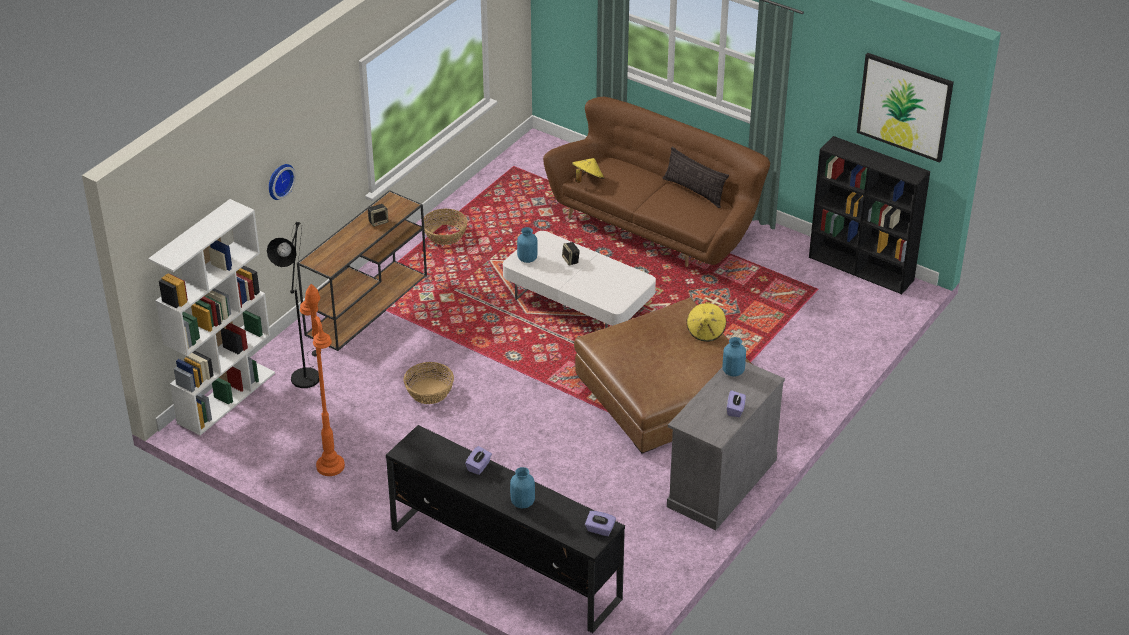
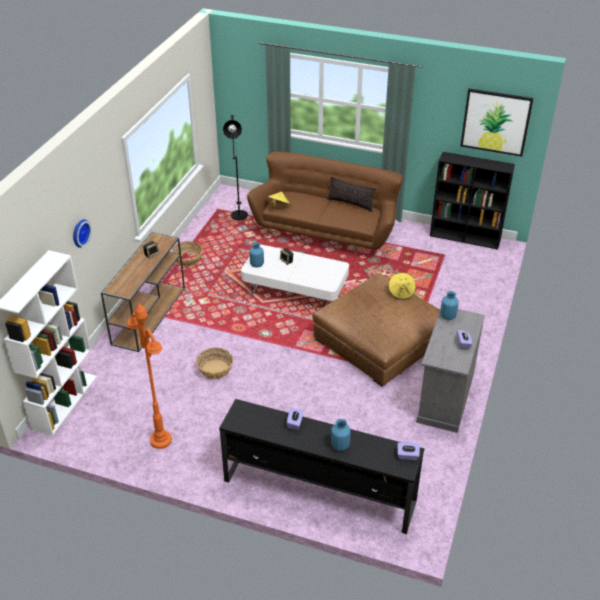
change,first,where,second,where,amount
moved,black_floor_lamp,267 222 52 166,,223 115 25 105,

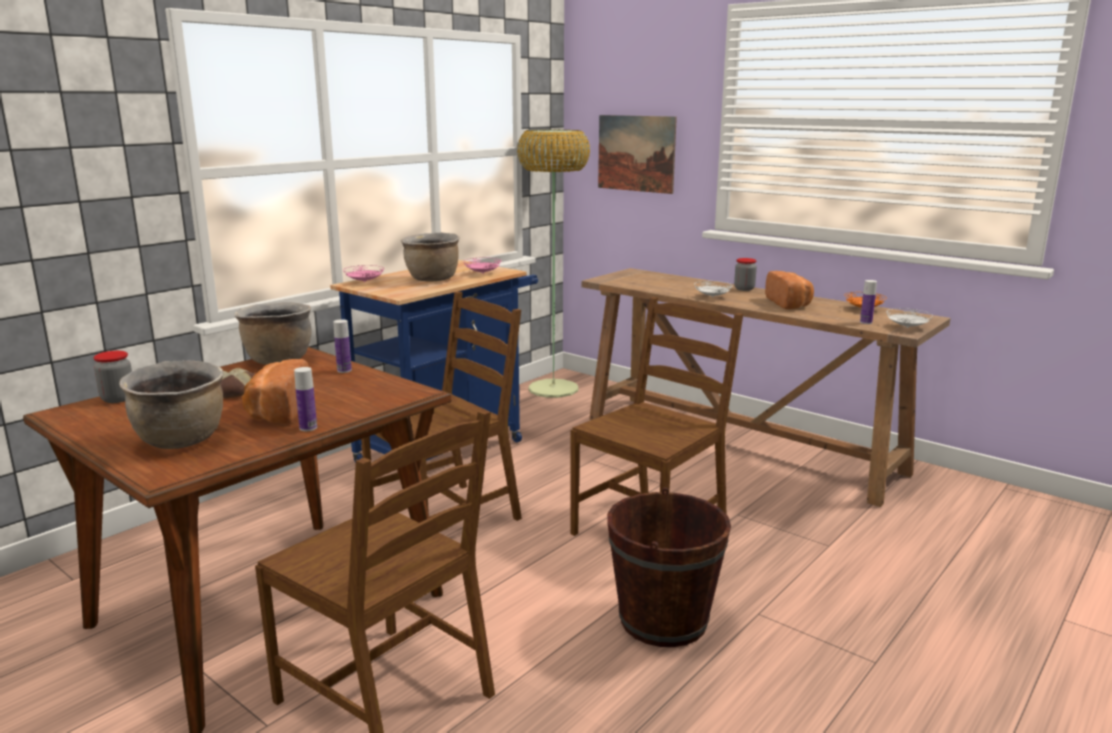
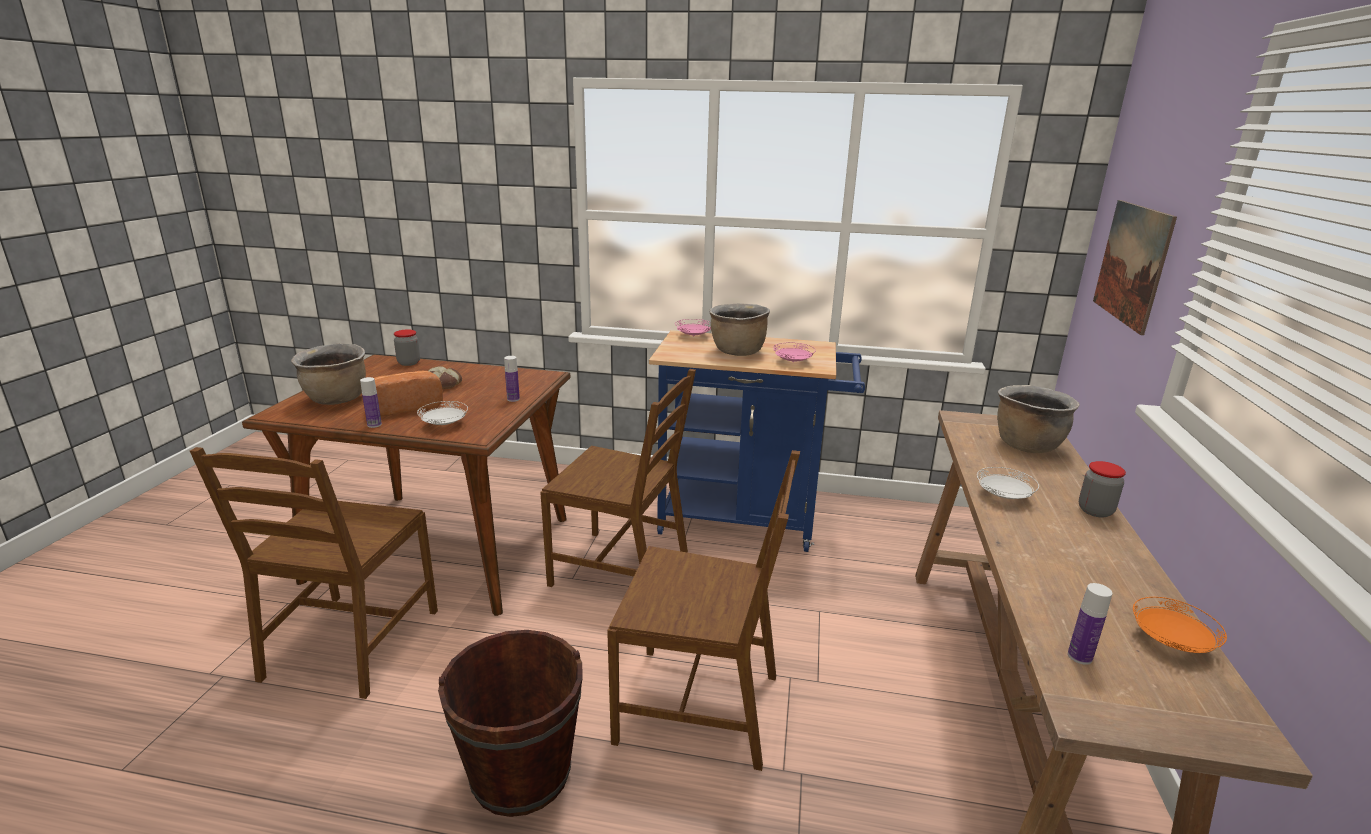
change,first,where,second,where,amount
removed,floor_lamp,517 129 73 269,,,
removed,bread,765 271 49 38,,,
moved,brown-coloured_stockpot,234 302 77 63,,997 385 83 68,
moved,white_plate,886 308 47 20,,417 401 51 24,

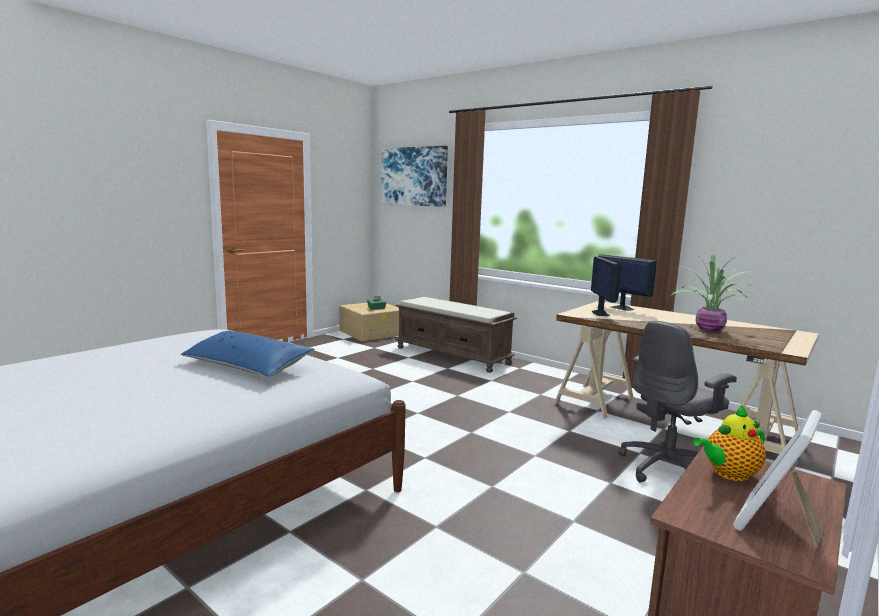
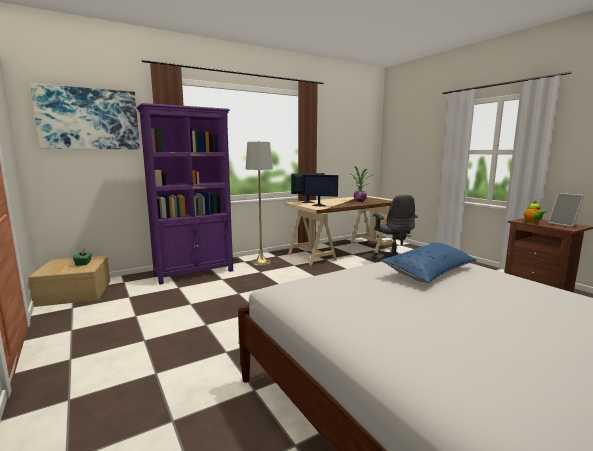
change,first,where,second,where,amount
added,,,grey_floor_lamp,246 141 27 125,
replaced,brown-coloured_bench,395 296 122 77,purplish_bookcase,137 103 96 182,

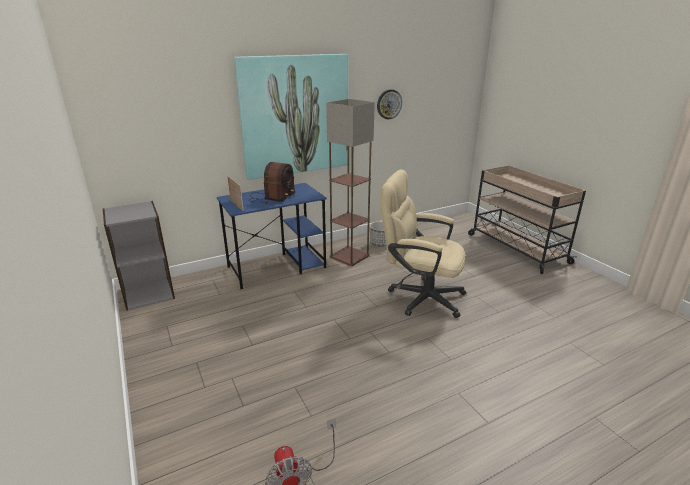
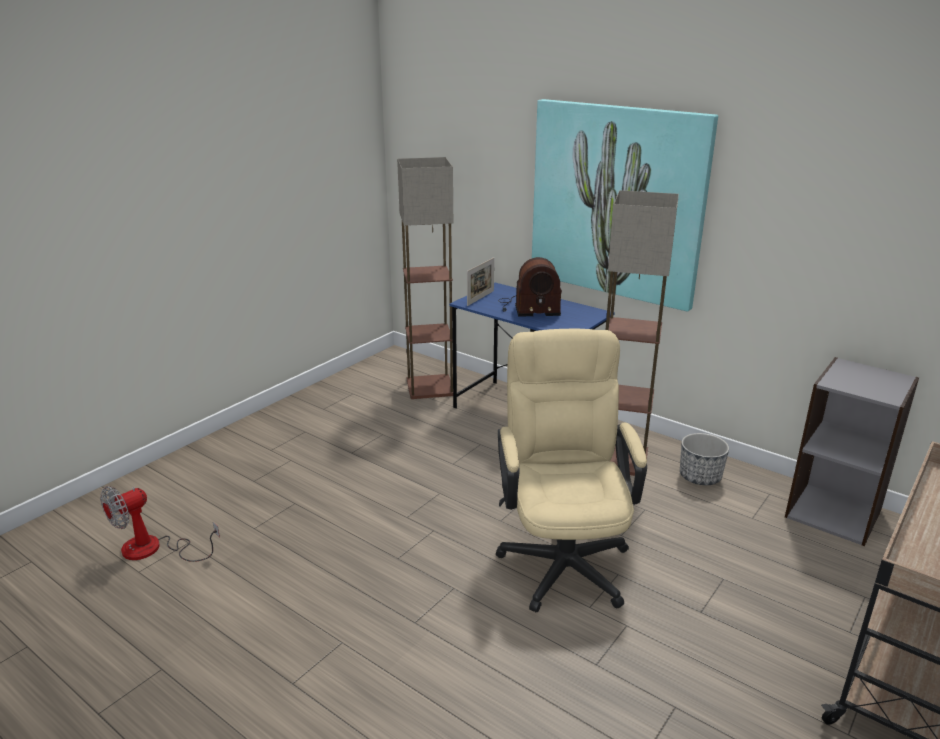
change,first,where,second,where,amount
removed,hanging_clock,377 89 25 30,,,
added,,,floor_lamp,397 157 56 242,
moved,grey_bookcase,103 201 72 110,,785 357 134 189,

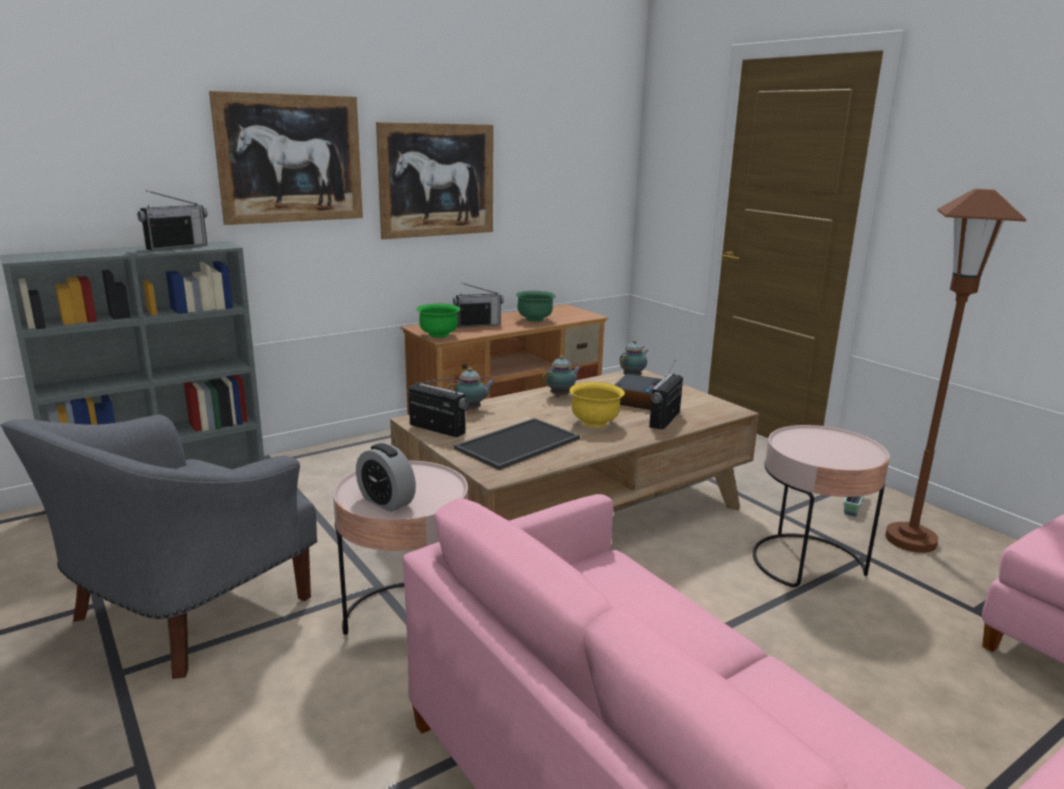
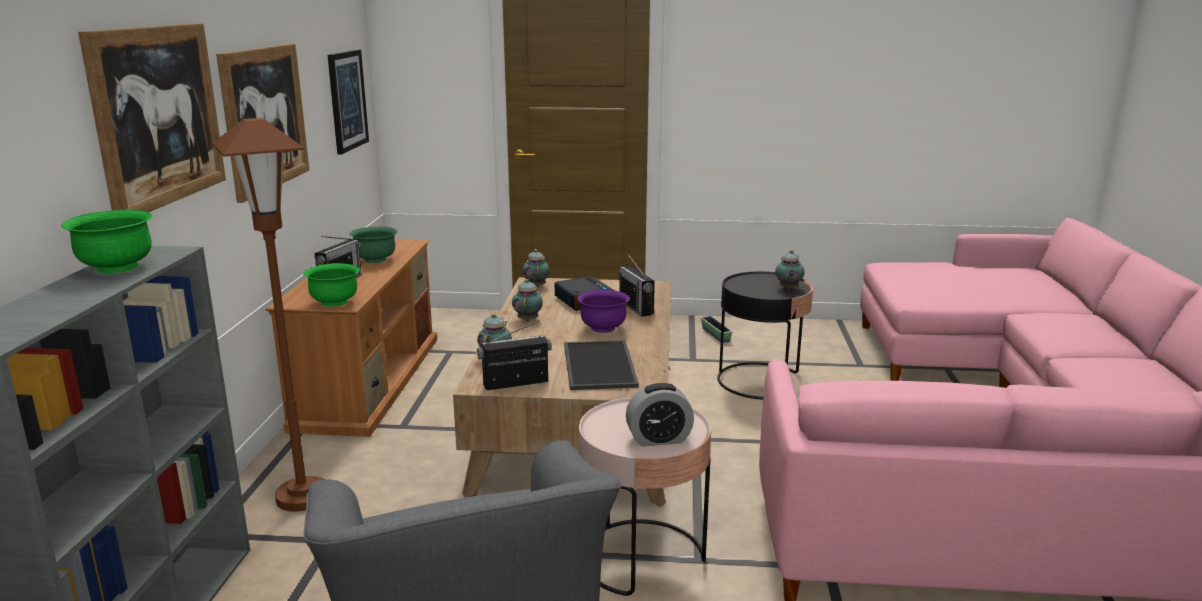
change,first,where,second,where,amount
added,,,picture,328 50 41 105,
added,,,tea_pot,775 250 30 40,
moved,brown-coloured_floor_lamp,885 189 141 364,,212 118 113 394,
replaced,radio,137 190 71 60,green_deep_dish,61 210 91 64,
recoloured,yellow_deep_dish,569 382 56 45,purplish_deep_dish,577 289 53 44,
recoloured,pink_accent_table,753 425 137 162,black_accent_table,717 271 96 129,

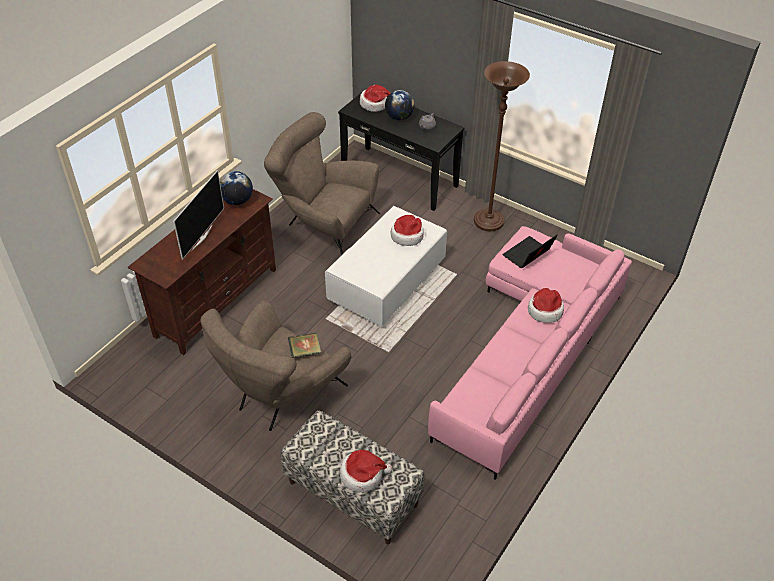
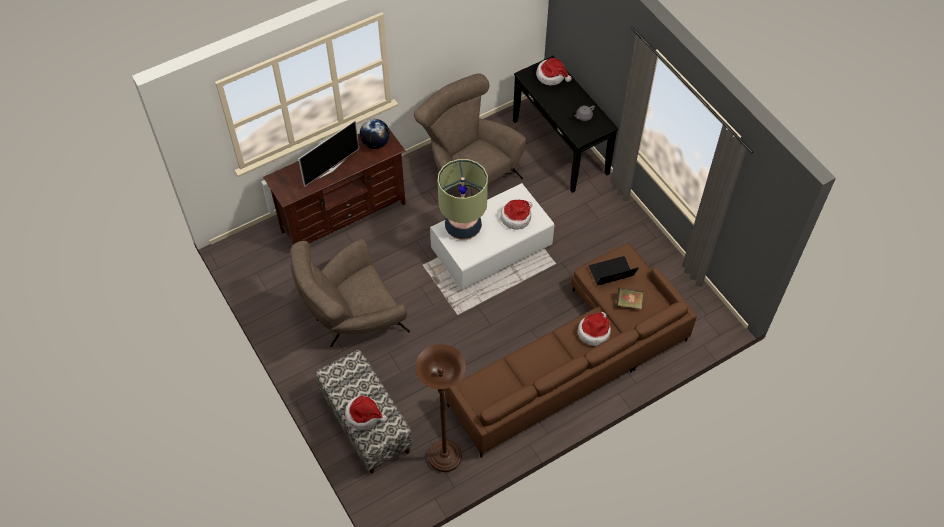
change,first,where,second,where,amount
removed,desk_globe,385 90 30 30,,,
added,,,table_lamp,438 159 50 81,
moved,bound_book,288 333 33 25,,616 288 28 21,
moved,brown-coloured_floor_lamp,474 61 56 170,,415 344 51 128,
recoloured,pink_settee,428 226 204 254,brown-coloured_settee,445 243 252 215,

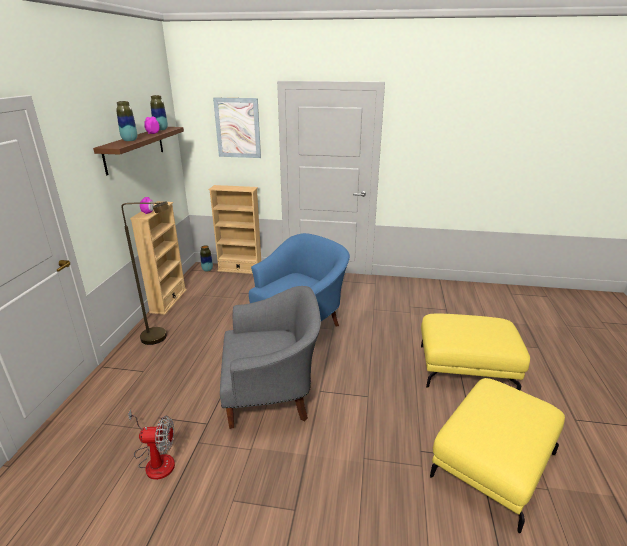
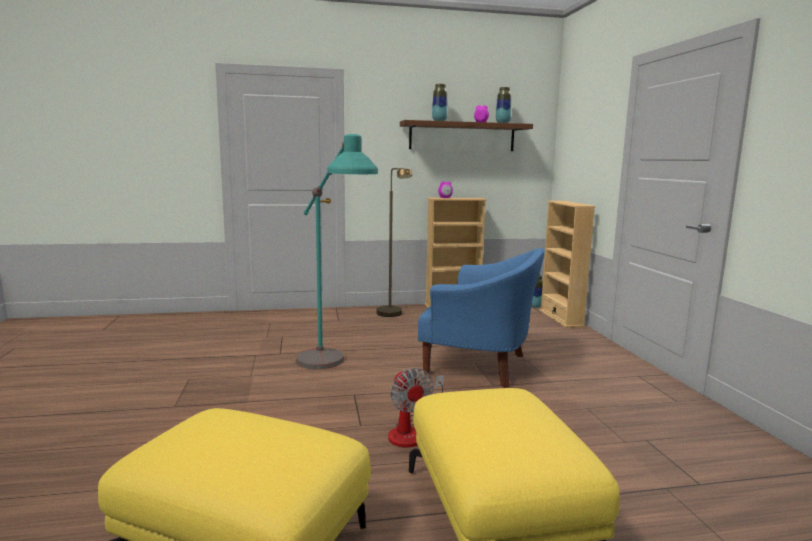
change,first,where,second,where,amount
removed,picture,213 98 48 60,,,
moved,cooling_fan,128 409 47 71,,388 368 56 80,
replaced,grey_lounge_chair,220 286 101 143,blue-green_floor_lamp,296 134 82 235,

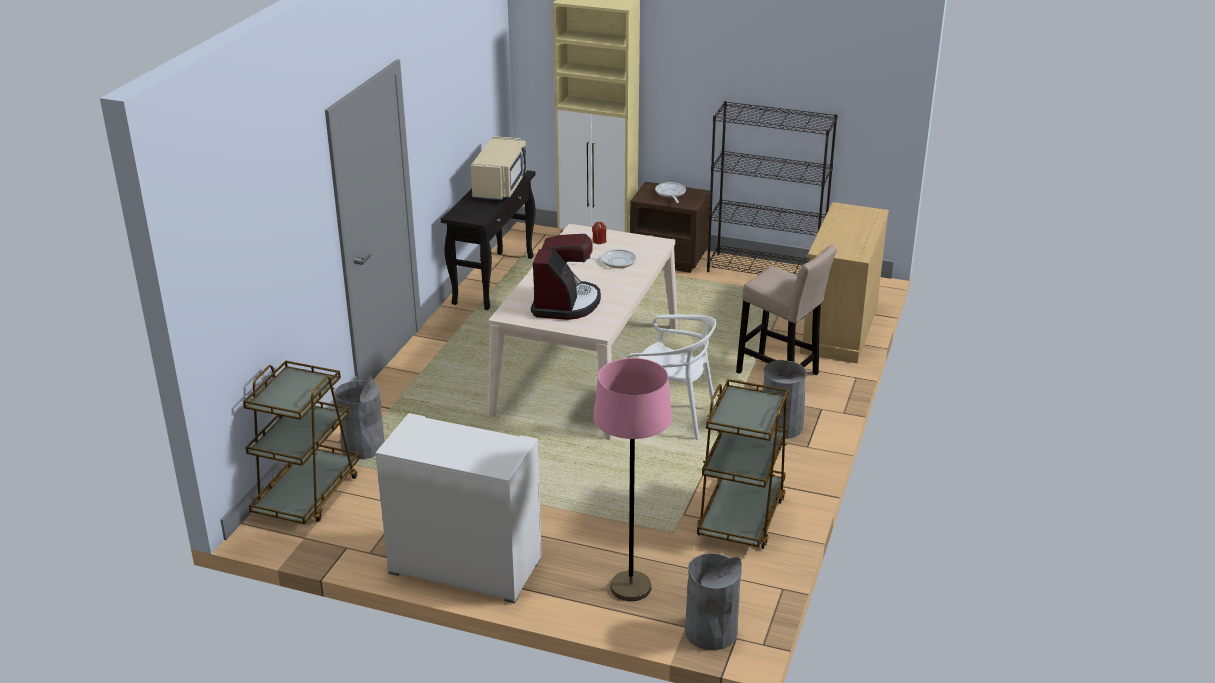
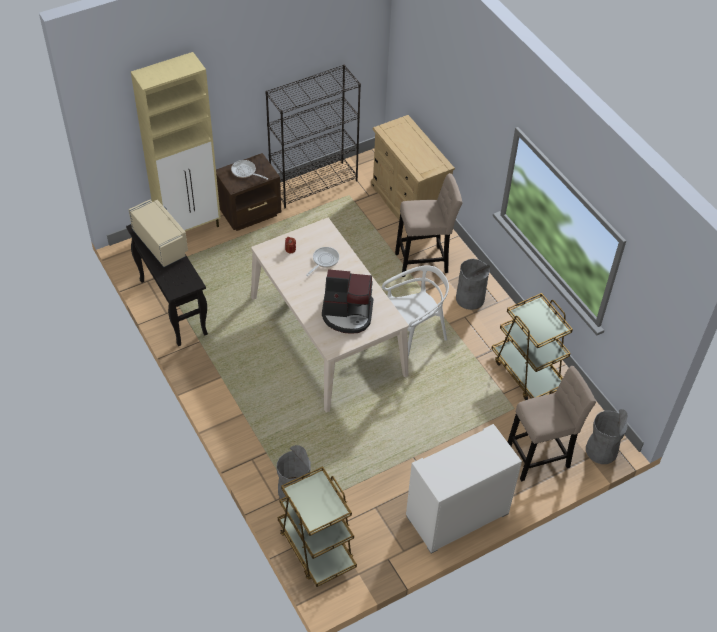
change,first,where,second,where,amount
replaced,pink_floor_lamp,593 358 79 243,beige-coloured_stool_seat,508 366 88 116,
turned,coffee_maker,531 234 70 86,,322 269 51 65,135 degrees clockwise

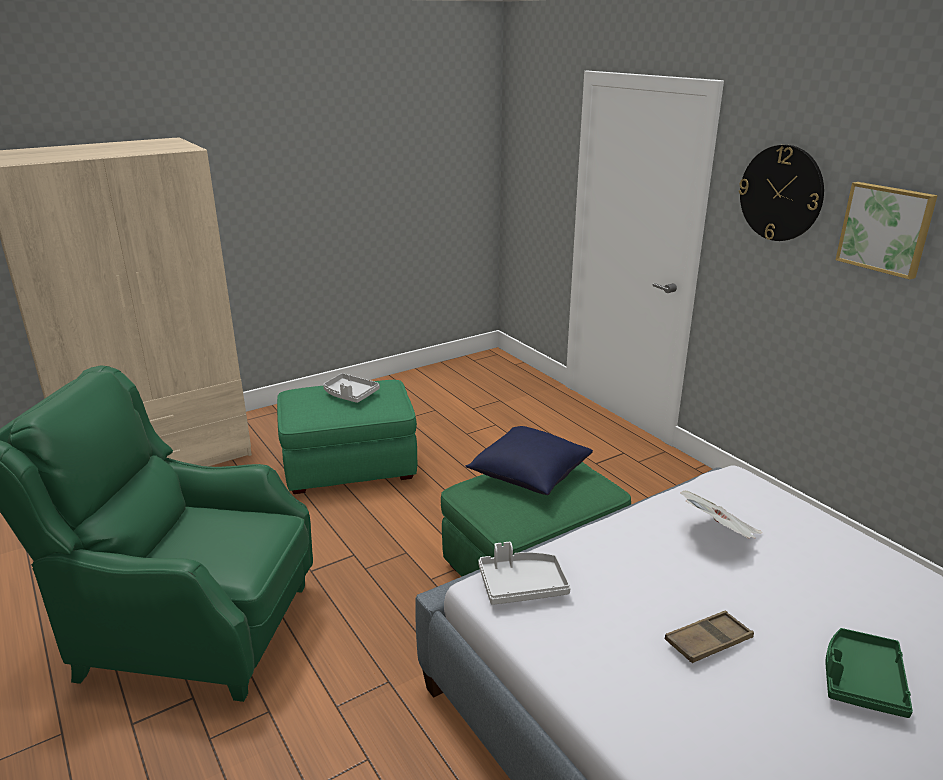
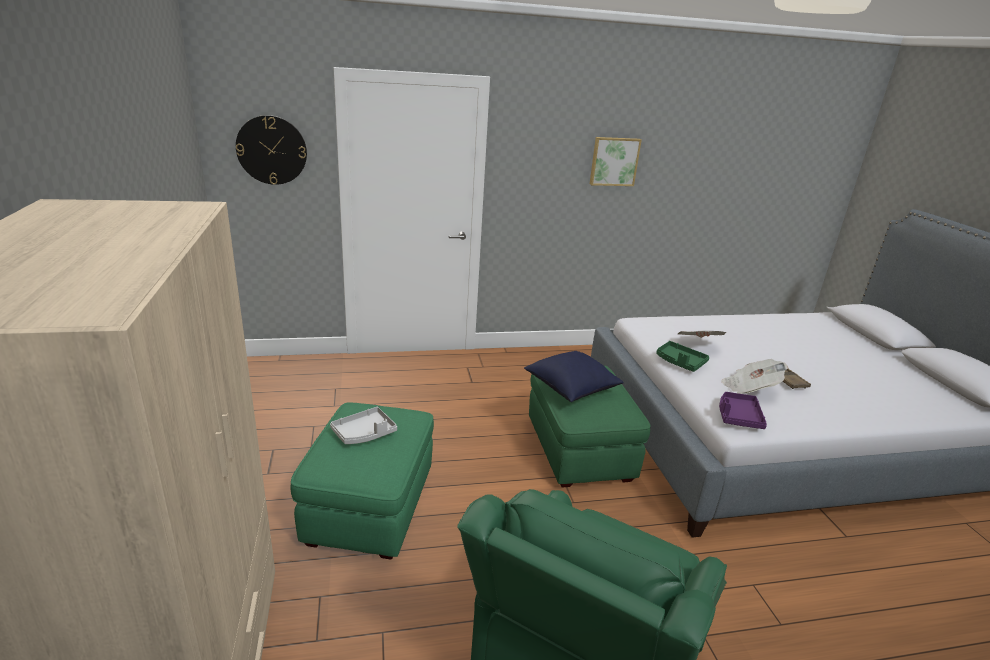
change,first,where,second,where,amount
added,,,daily_paper,721 359 67 35,
moved,hanging_clock,739 145 85 96,,236 115 71 70,
moved,green_carrying_tray,826 628 87 90,,656 341 53 31,
recoloured,grey_carrying_tray,478 542 93 63,purplish_carrying_tray,719 392 48 37,

